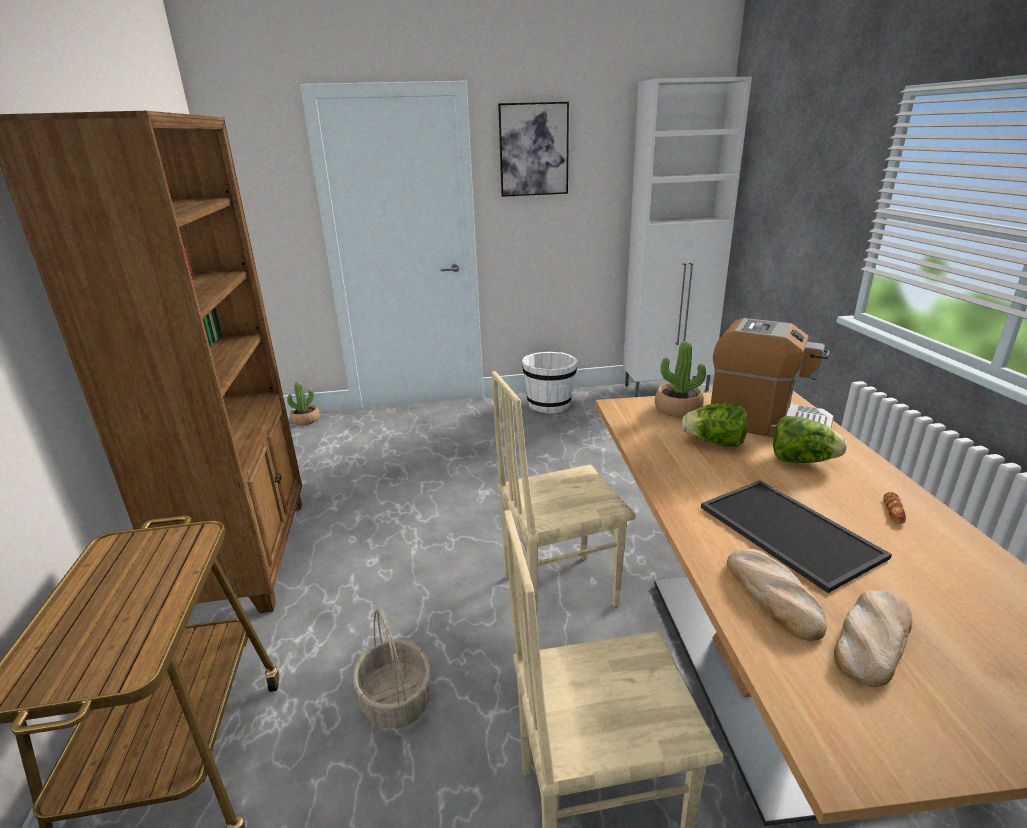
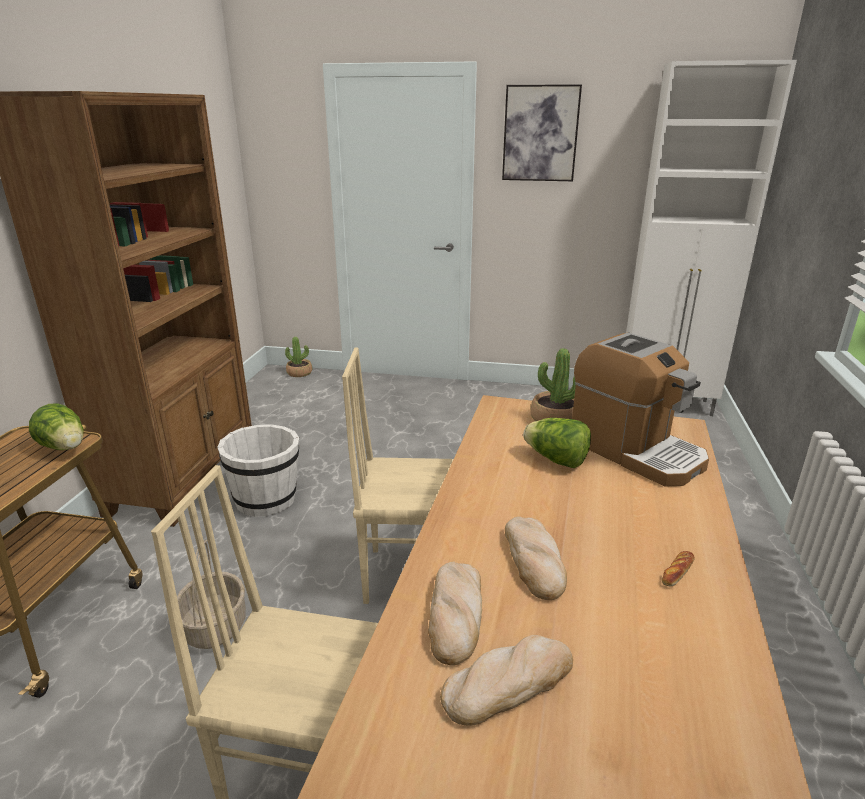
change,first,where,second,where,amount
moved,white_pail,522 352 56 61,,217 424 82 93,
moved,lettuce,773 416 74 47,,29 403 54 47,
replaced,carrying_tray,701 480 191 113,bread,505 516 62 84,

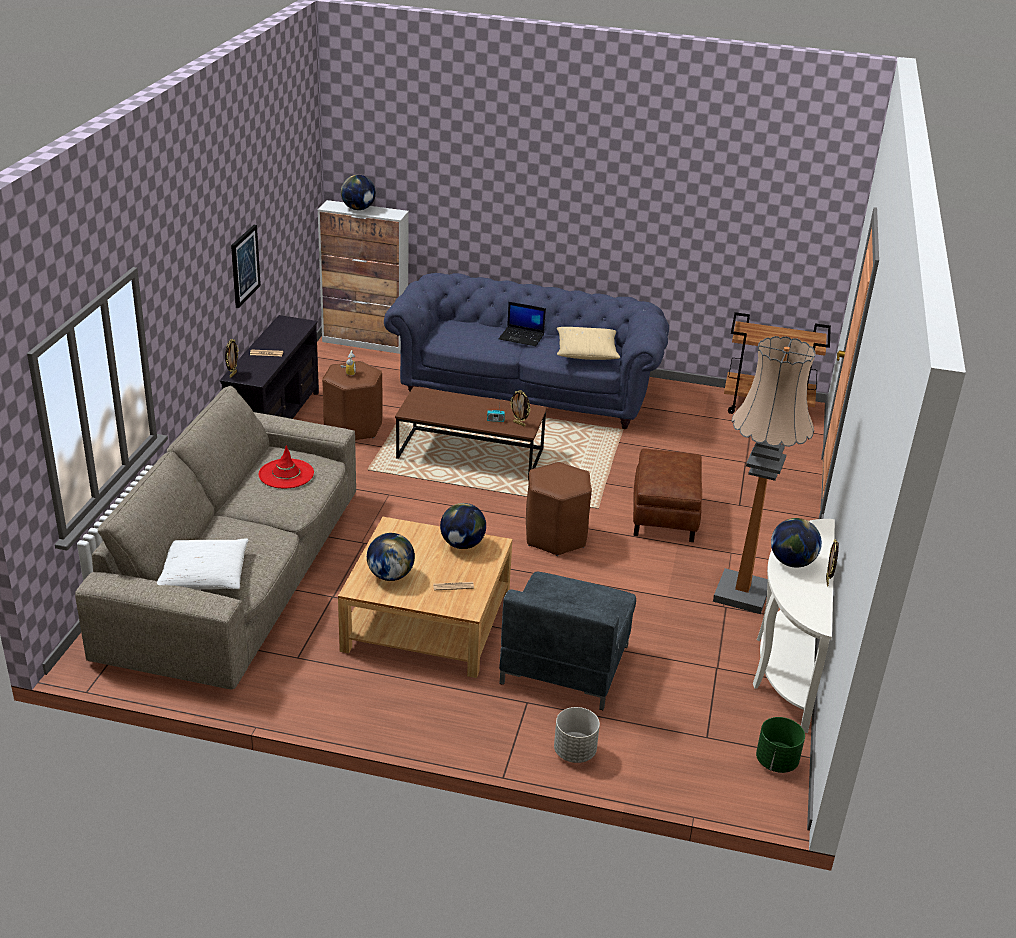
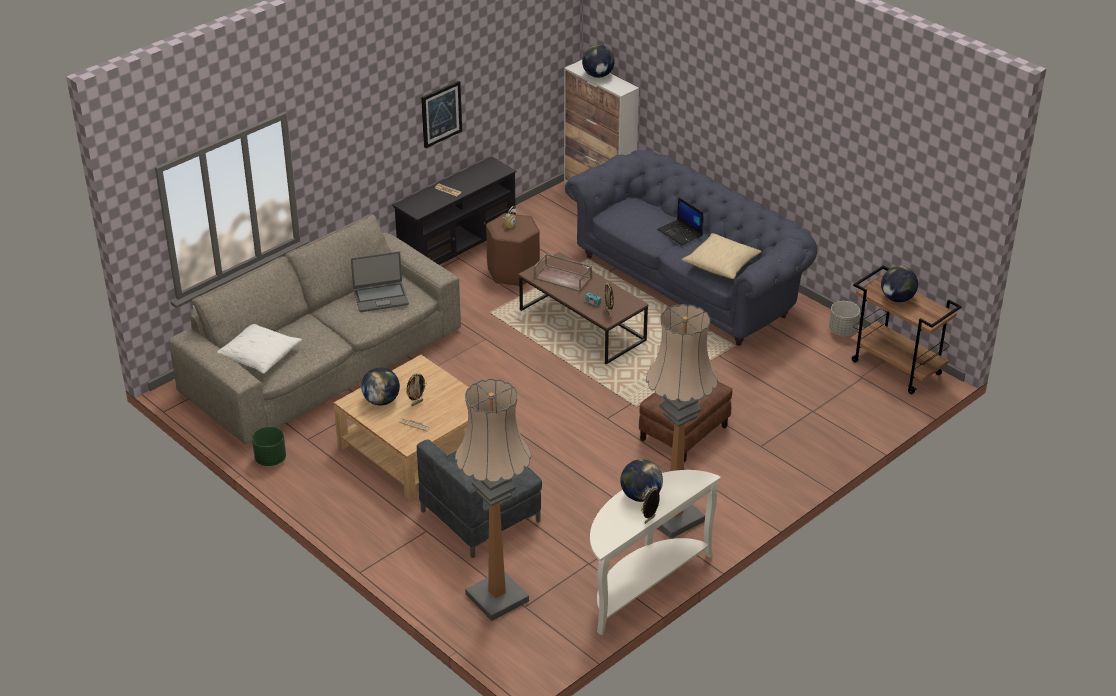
change,first,where,second,where,amount
removed,brown-coloured_stool_seat,526 462 66 94,,,
added,,,floor_lamp,455 379 76 242,
added,,,brown-coloured_carrying_tray,534 253 58 39,
moved,picture_frame,225 339 14 39,,406 373 21 33,
moved,desk_globe,440 503 46 46,,881 266 37 36,
moved,grey_plant_pot,554 707 46 56,,829 301 31 35,
moved,green_plant_pot,756 717 49 56,,252 427 34 39,
replaced,red_hat,258 445 56 43,portable_computer,351 251 58 61,

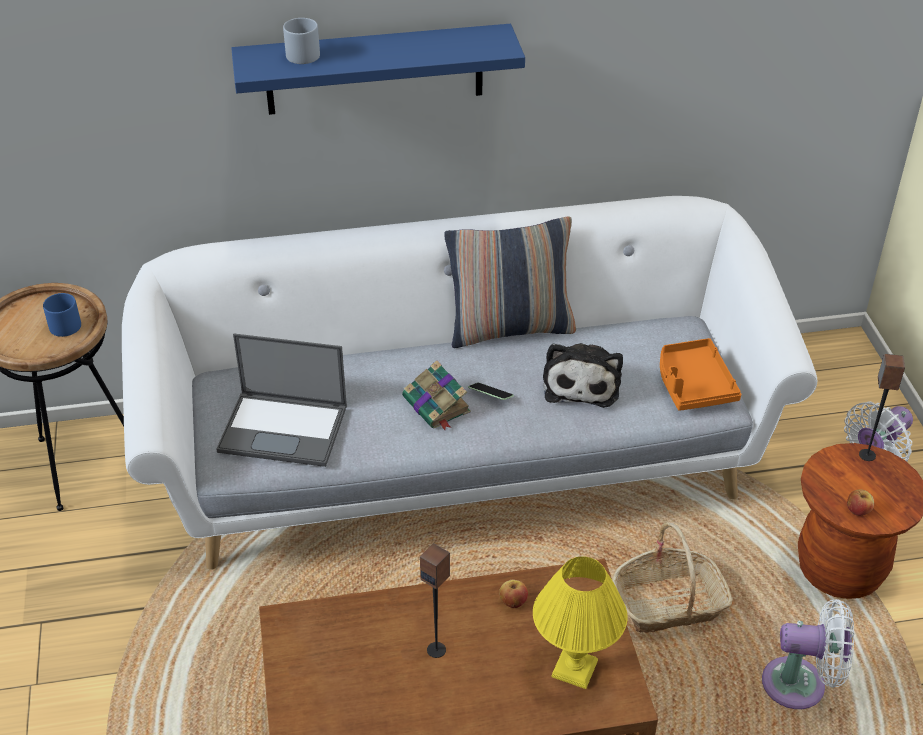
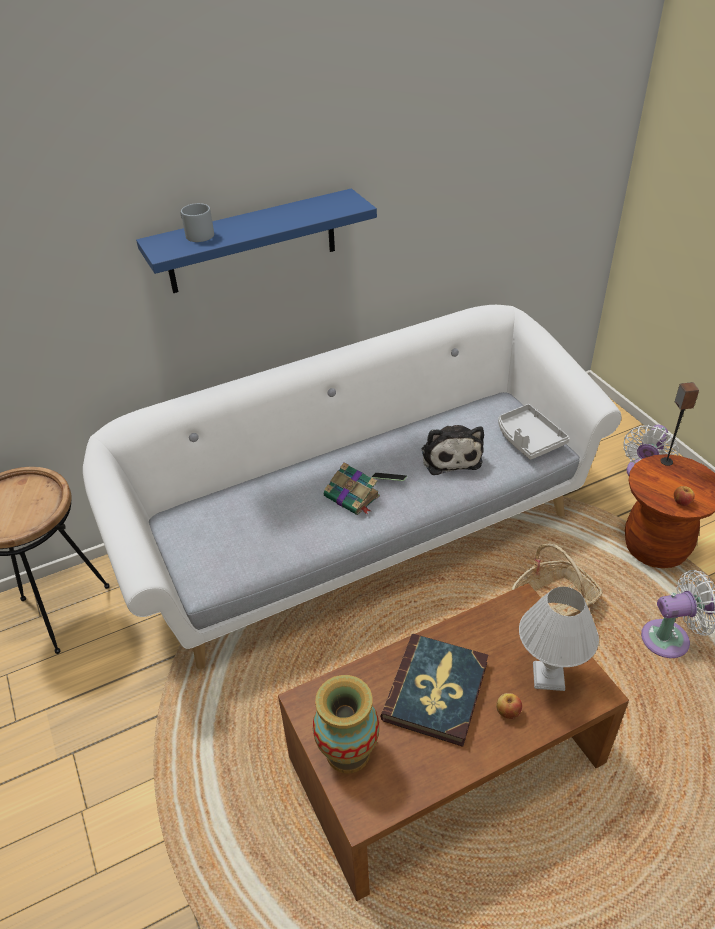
change,first,where,second,where,amount
removed,blue_mug,43 293 38 44,,,
removed,portable_computer,216 334 131 133,,,
removed,cushion,444 216 132 132,,,
added,,,flower_vase,313 675 66 98,
moved,apple_fruit,499 580 29 28,,496 693 26 26,
replaced,loudspeaker,420 543 30 115,bound_book,380 634 108 113,
recoloured,yellow_table_lamp,533 557 95 132,white_table_lamp,519 587 80 104,
recoloured,orange_carrying_tray,660 338 81 73,grey_carrying_tray,498 404 71 56,

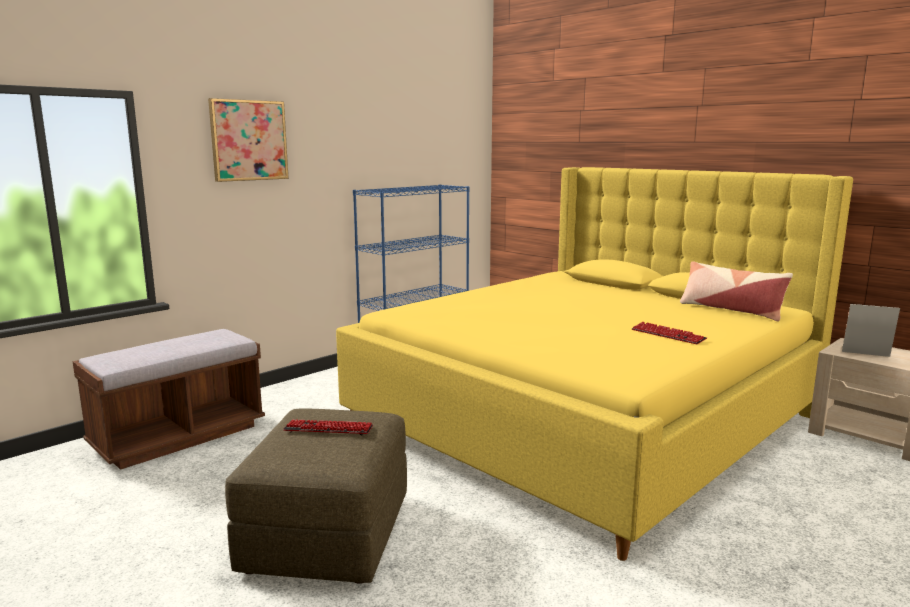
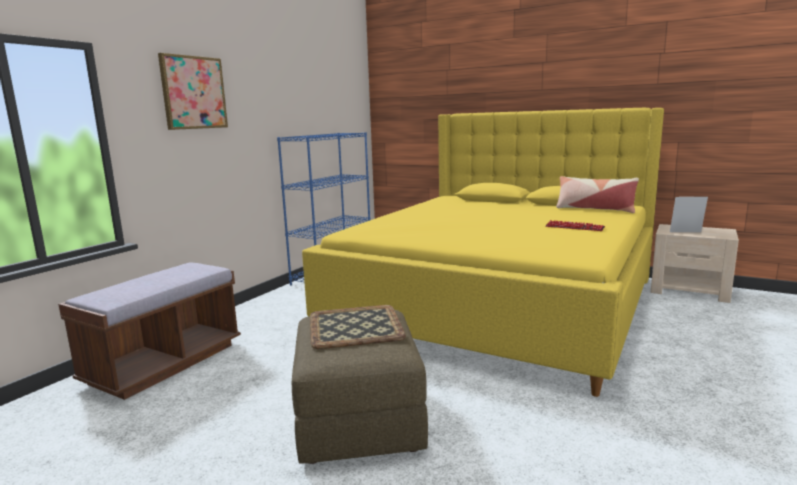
change,first,where,second,where,amount
replaced,keyboard,283 419 90 16,carrying_tray,310 305 96 44,

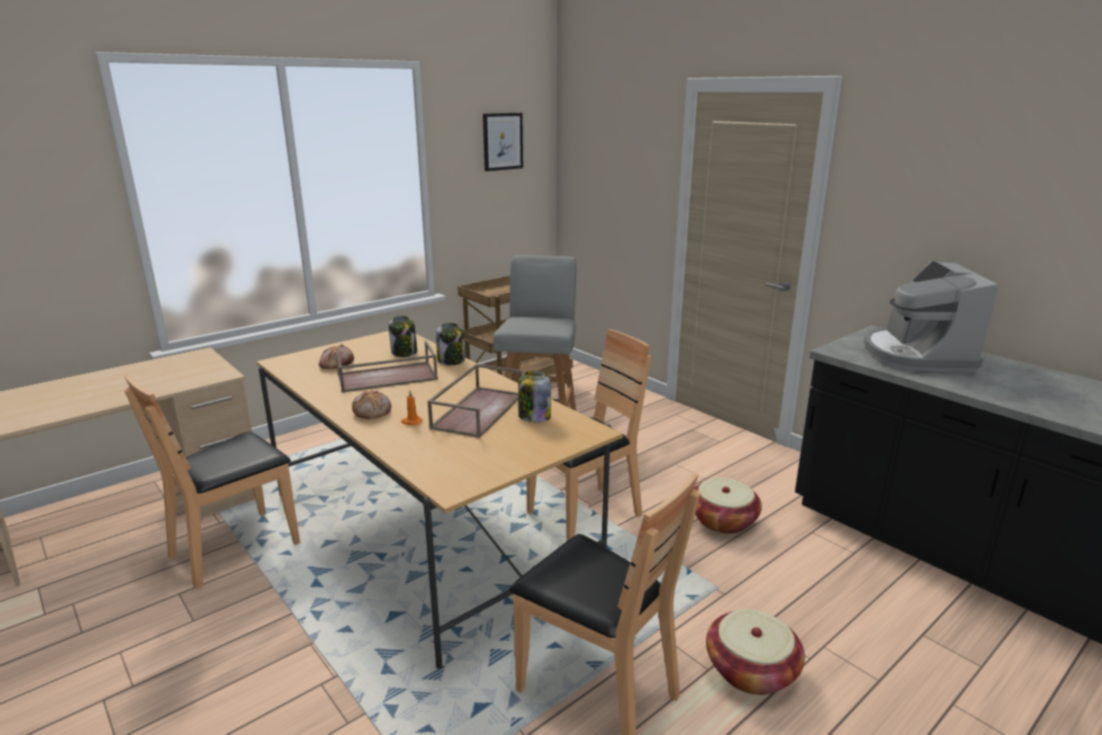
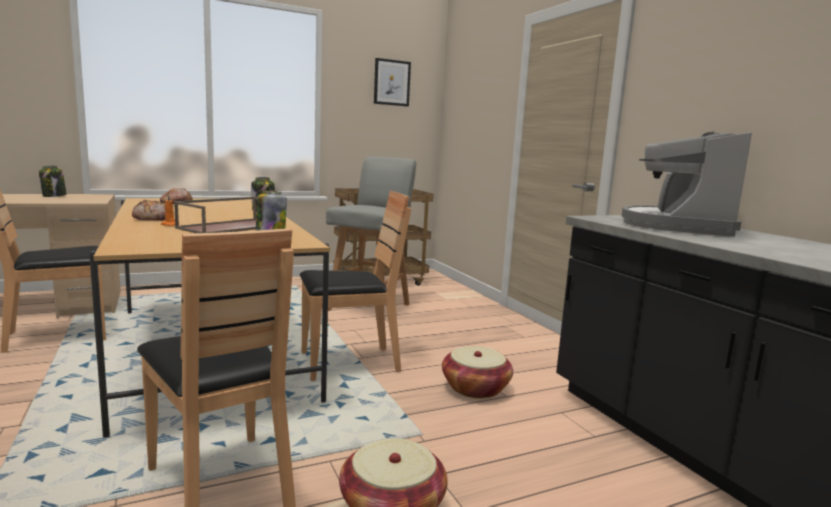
change,first,where,second,where,amount
removed,brown-coloured_carrying_tray,335 340 103 53,,,
moved,jar,389 315 28 42,,39 165 27 32,

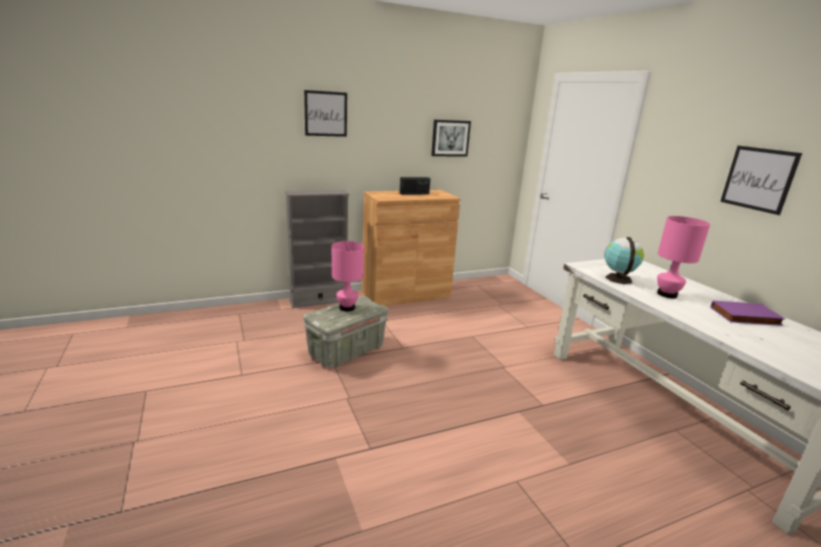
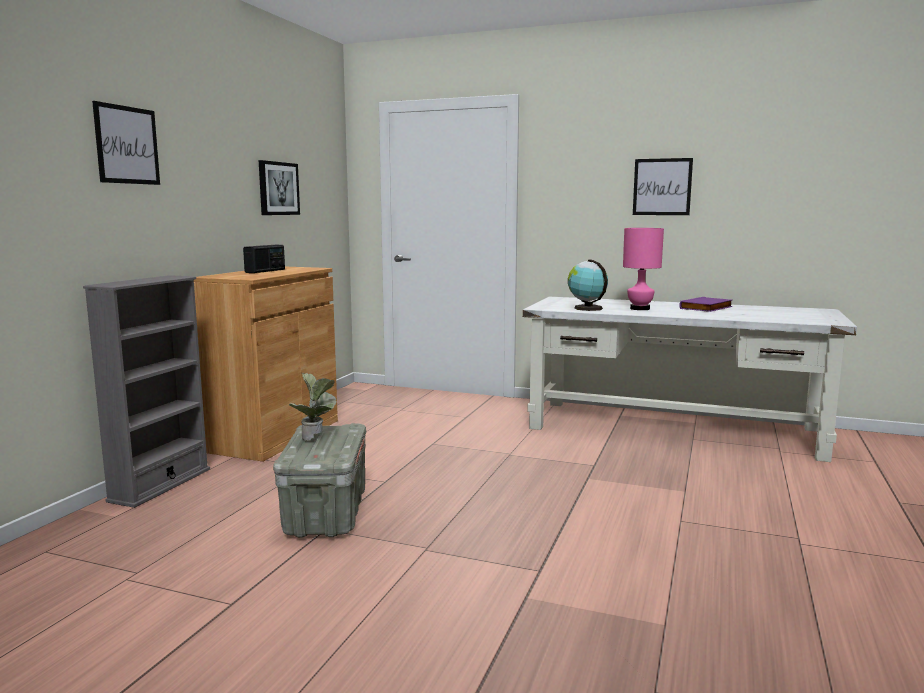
change,first,where,second,where,amount
replaced,pink_table_lamp,332 241 32 70,houseplant,289 373 47 67,

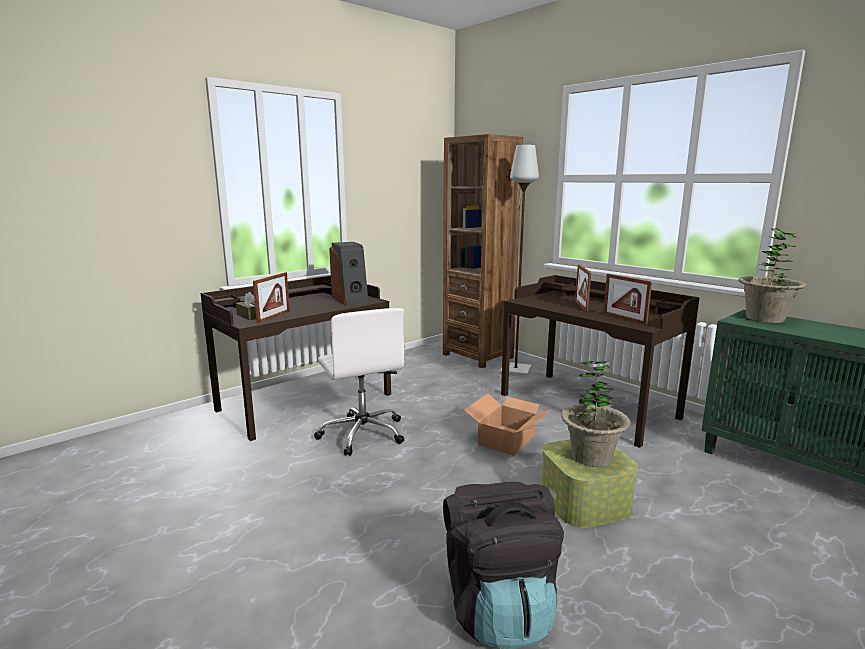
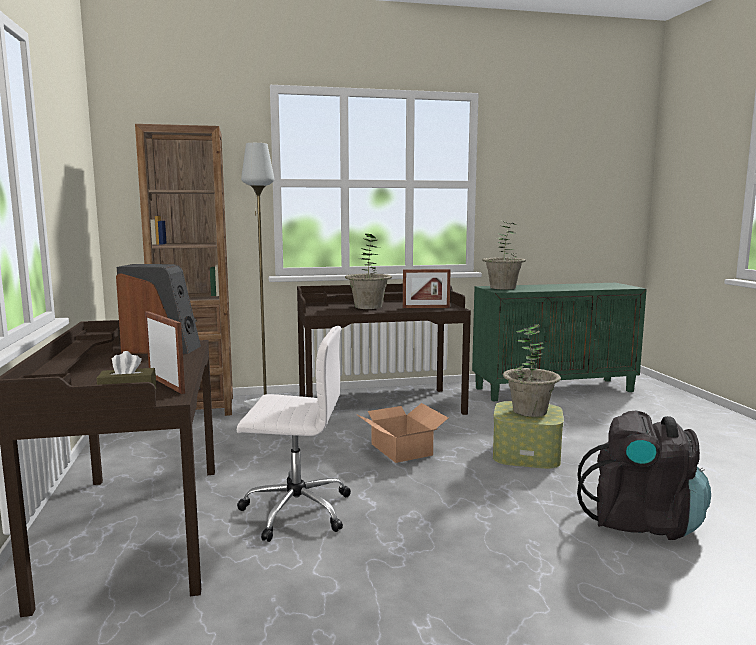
change,first,where,second,where,amount
replaced,picture_frame,575 265 16 47,houseplant,345 234 47 75,

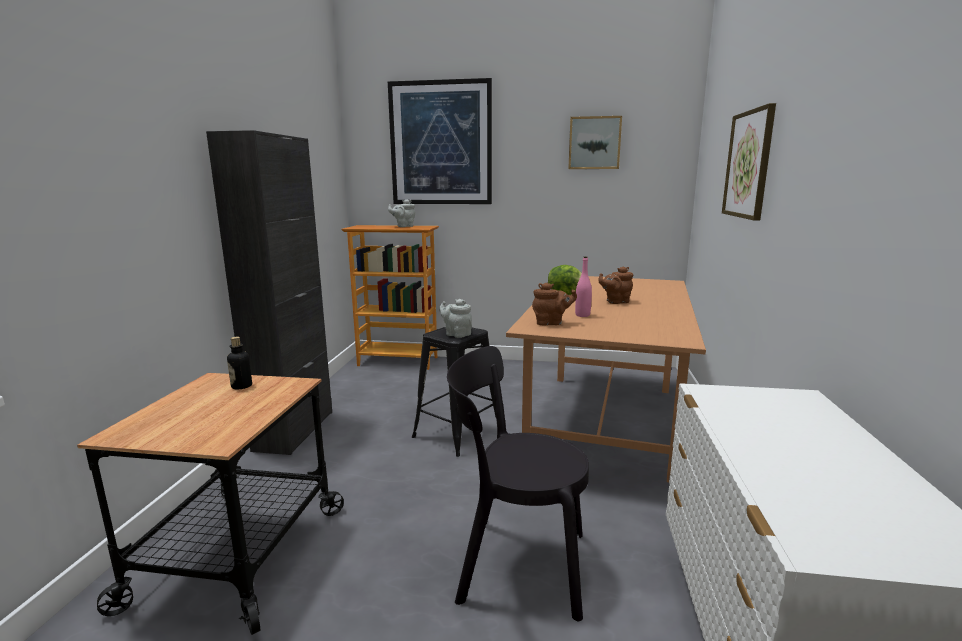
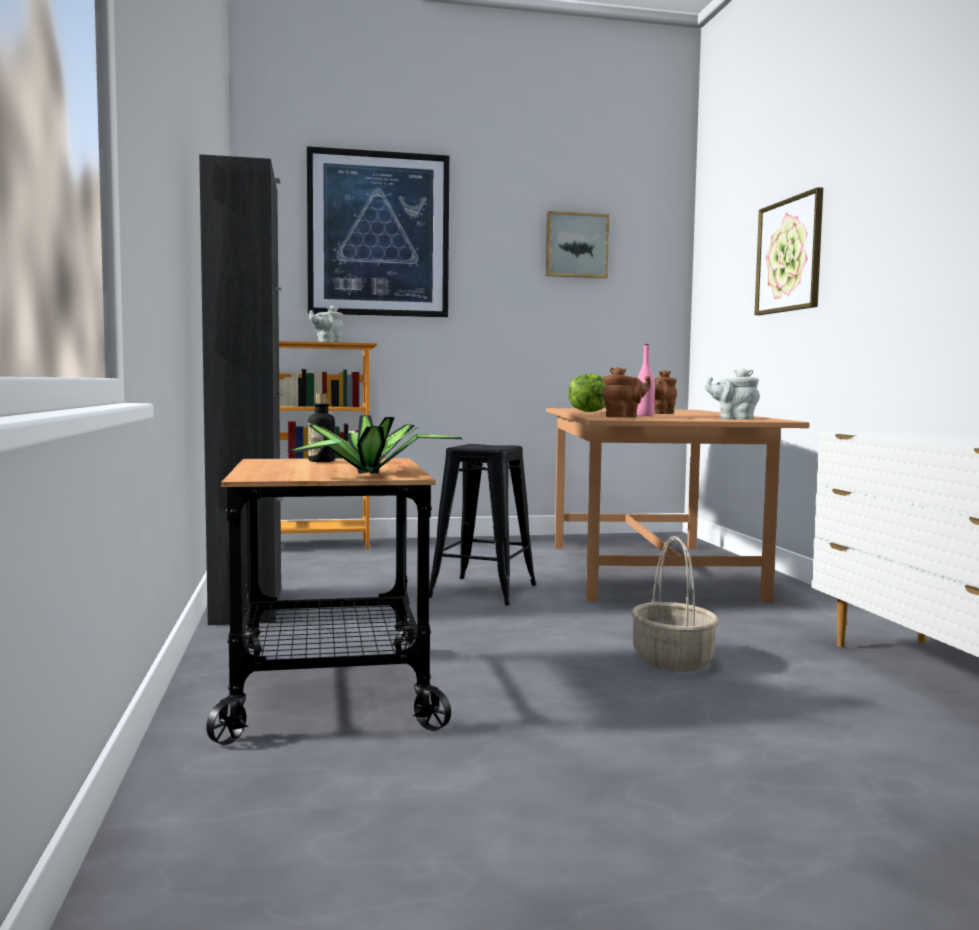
change,first,where,second,where,amount
added,,,houseplant,287 415 175 59,
moved,grey_tea_pot,439 299 33 39,,705 369 55 50,
replaced,black_chair,447 346 142 275,storage_basket,631 536 88 136,

